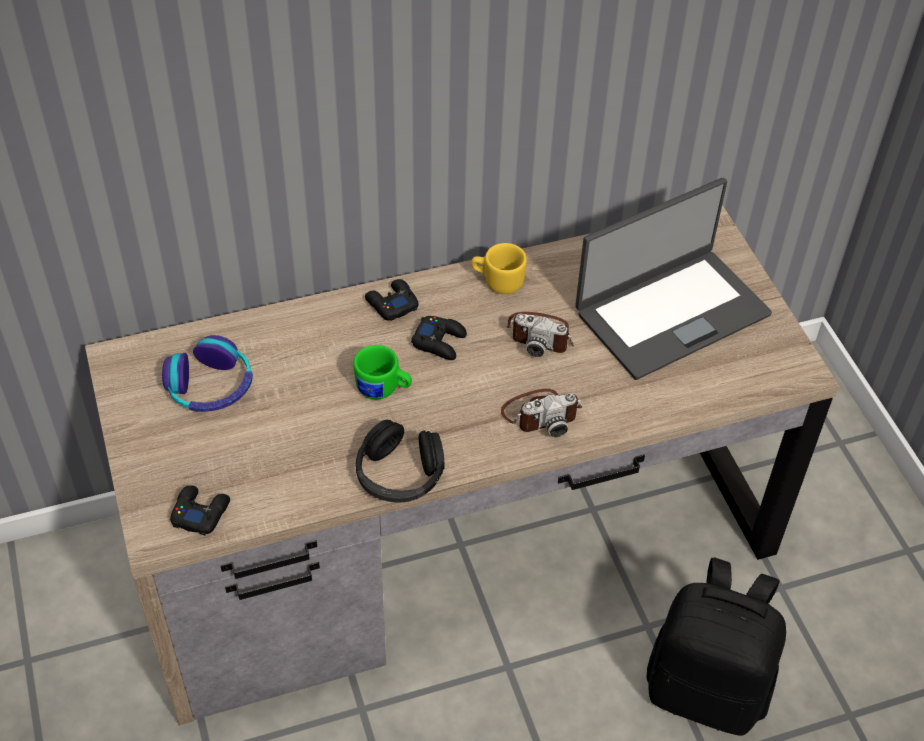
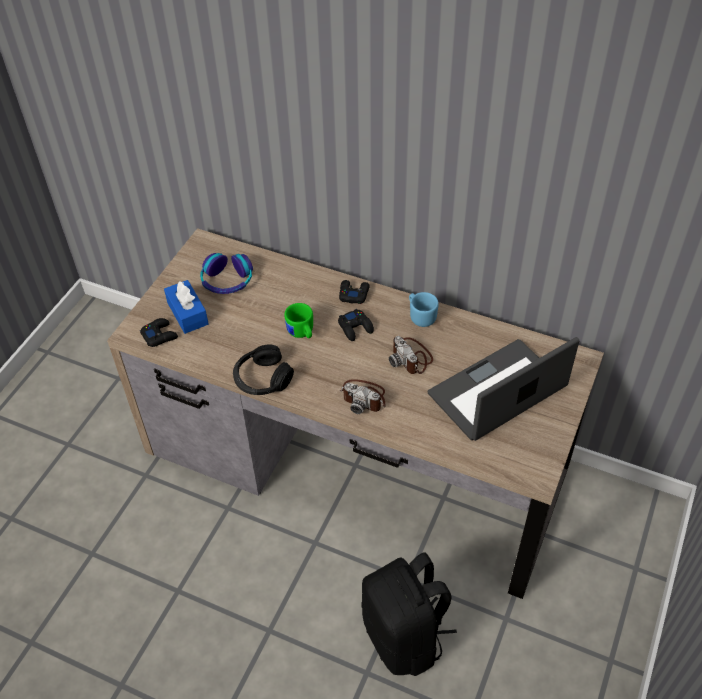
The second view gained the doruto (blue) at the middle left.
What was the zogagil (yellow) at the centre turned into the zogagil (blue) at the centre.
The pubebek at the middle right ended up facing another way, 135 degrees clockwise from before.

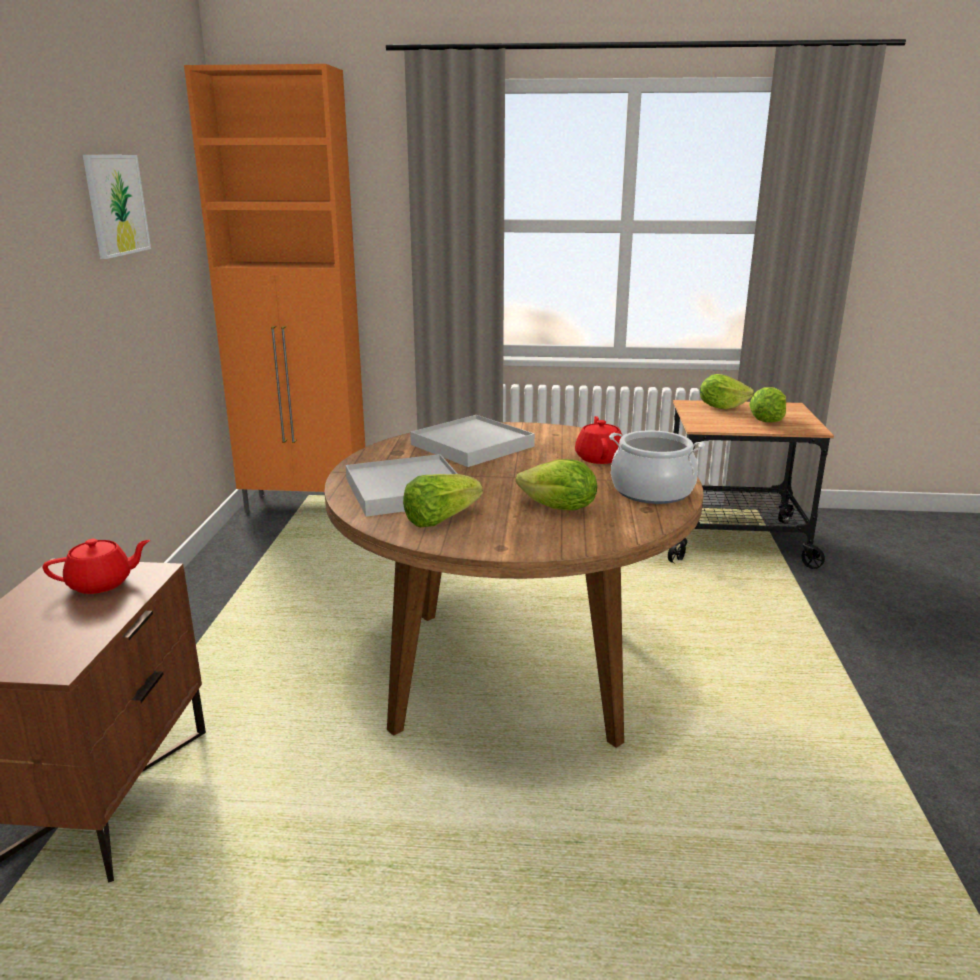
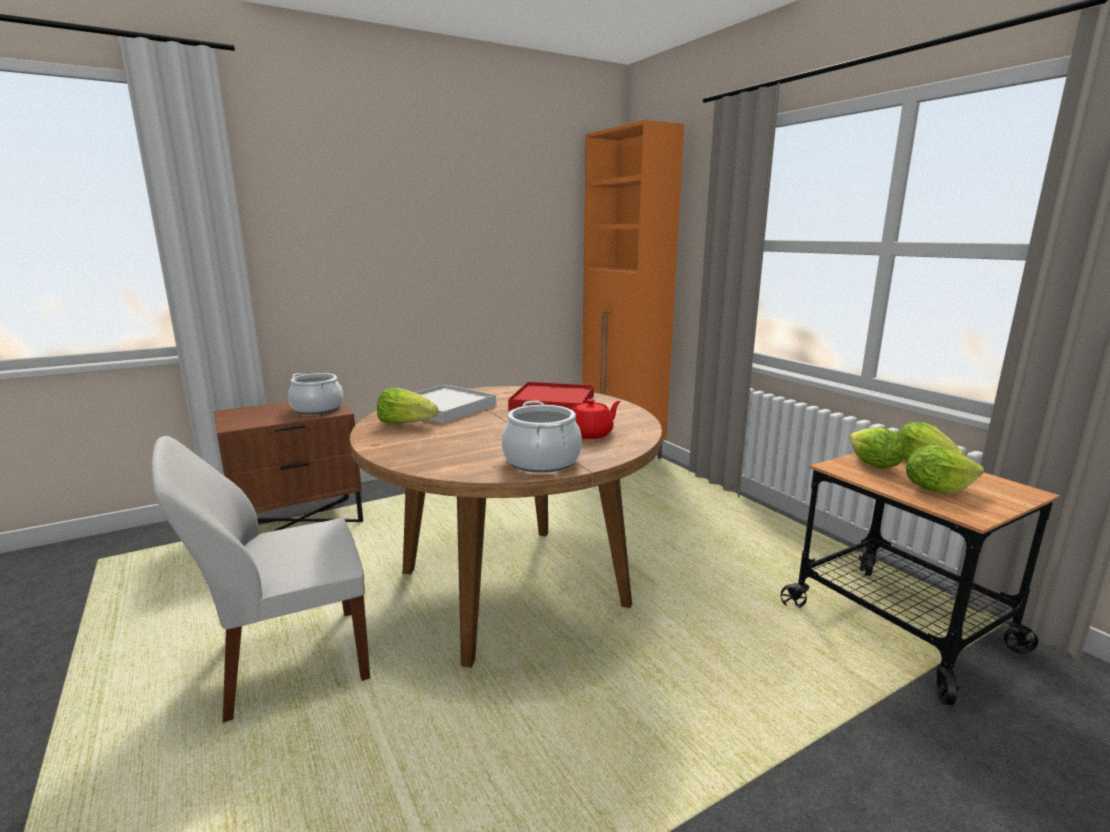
The second view gained the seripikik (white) at the bottom left.
Where the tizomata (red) (1st from left) stood at the middle left, the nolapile (1st from left) came to stand at the middle left.
What was the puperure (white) (2nd from left) at the centre turned into the puperure (red) at the centre.
The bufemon (2nd from left) ended up elsewhere, having gone from the centre to the middle right.
The second view lost the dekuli at the top left.

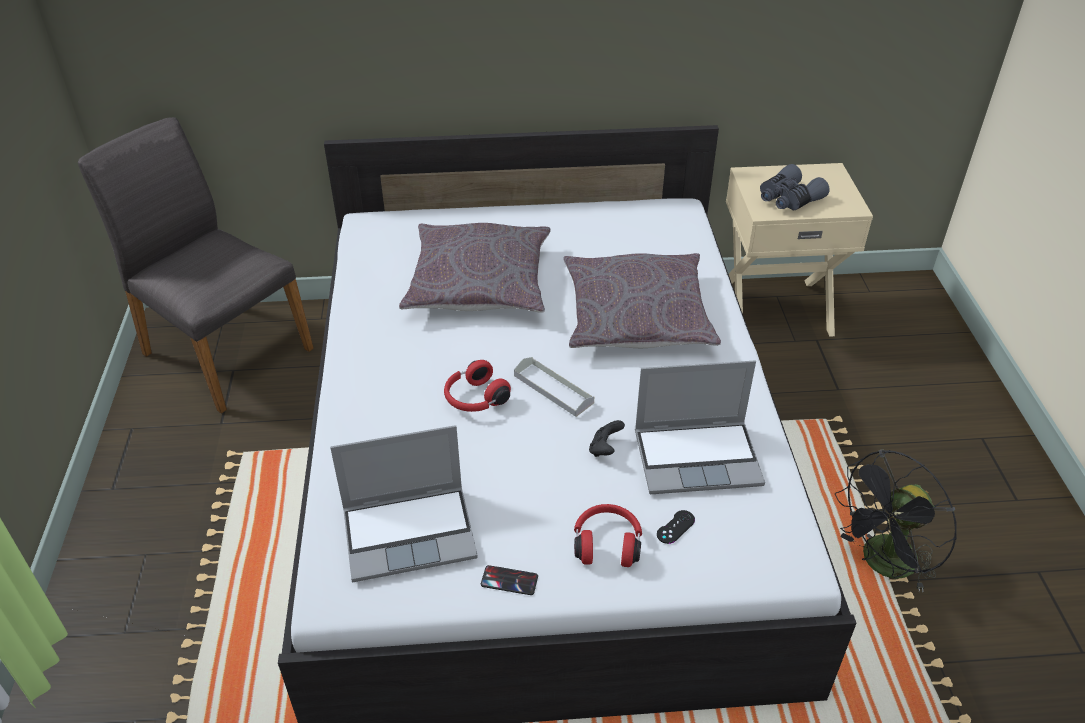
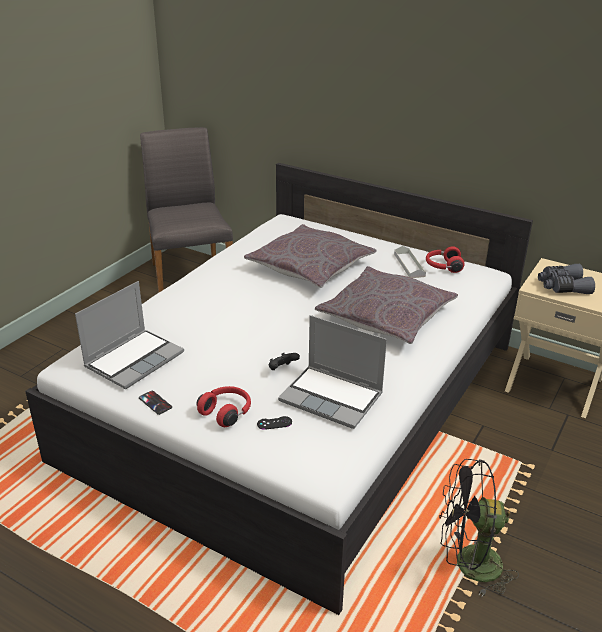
The pubebek (1st from left) at the bottom centre ended up facing another way, 75 degrees counterclockwise from before.
The puperure (grey) ended up elsewhere, having gone from the centre to the middle right.
The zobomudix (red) (1st from left in the first image) ended up elsewhere, having gone from the centre to the middle right.

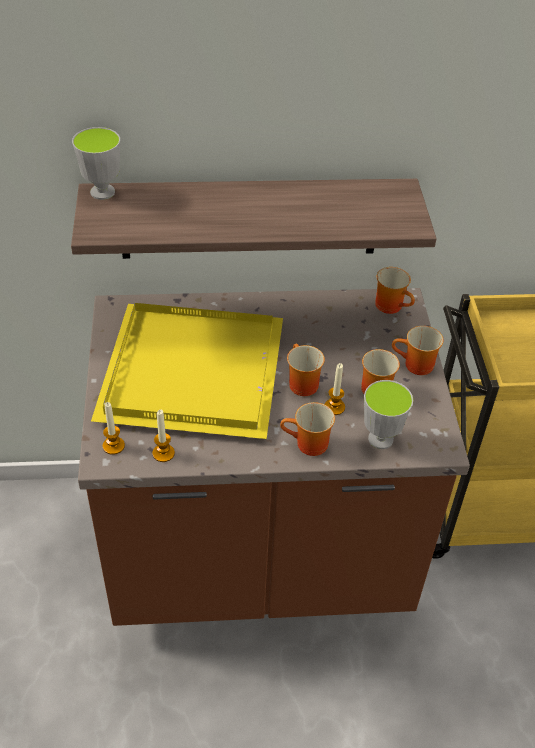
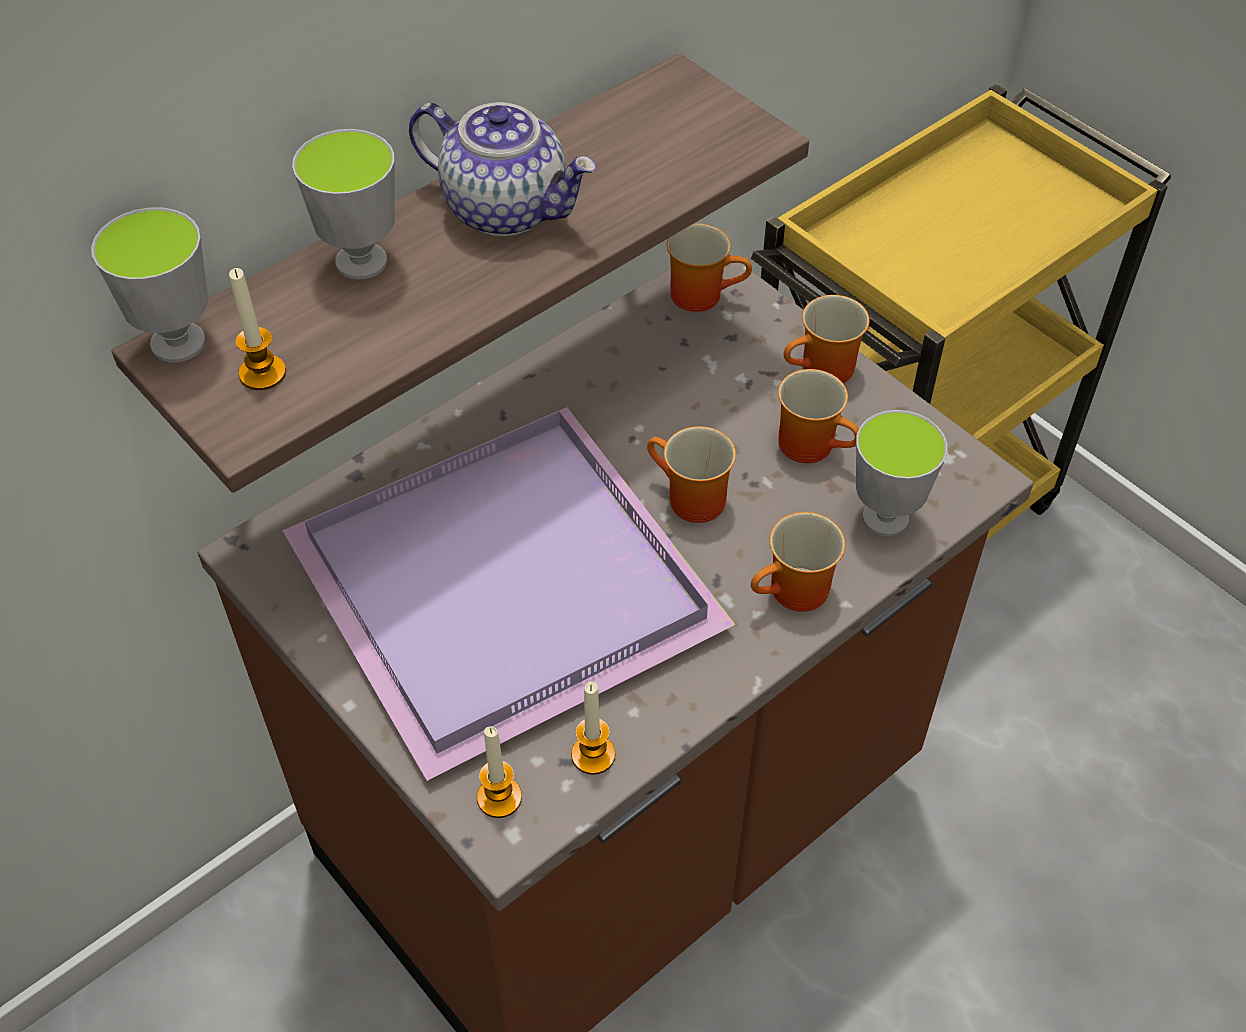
The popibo (3rd from left in the first image) ended up elsewhere, having gone from the centre to the top left.
What was the puperure (yellow) at the centre turned into the puperure (purple) at the centre.
The second view gained the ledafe (2nd from left) at the top left.
The second view gained the tizomata at the top centre.

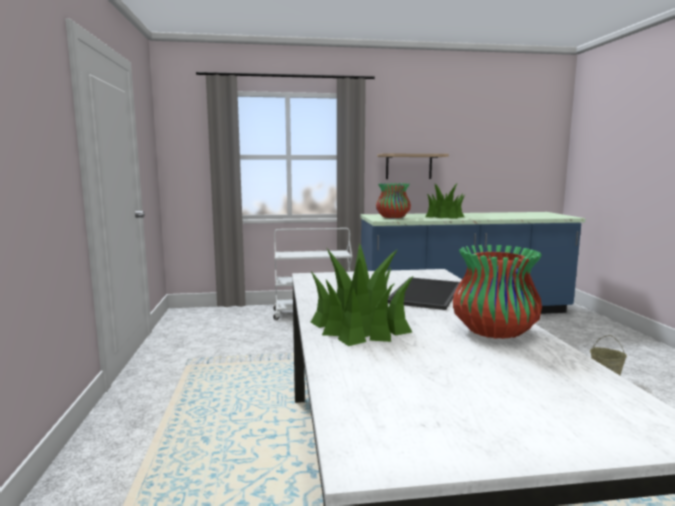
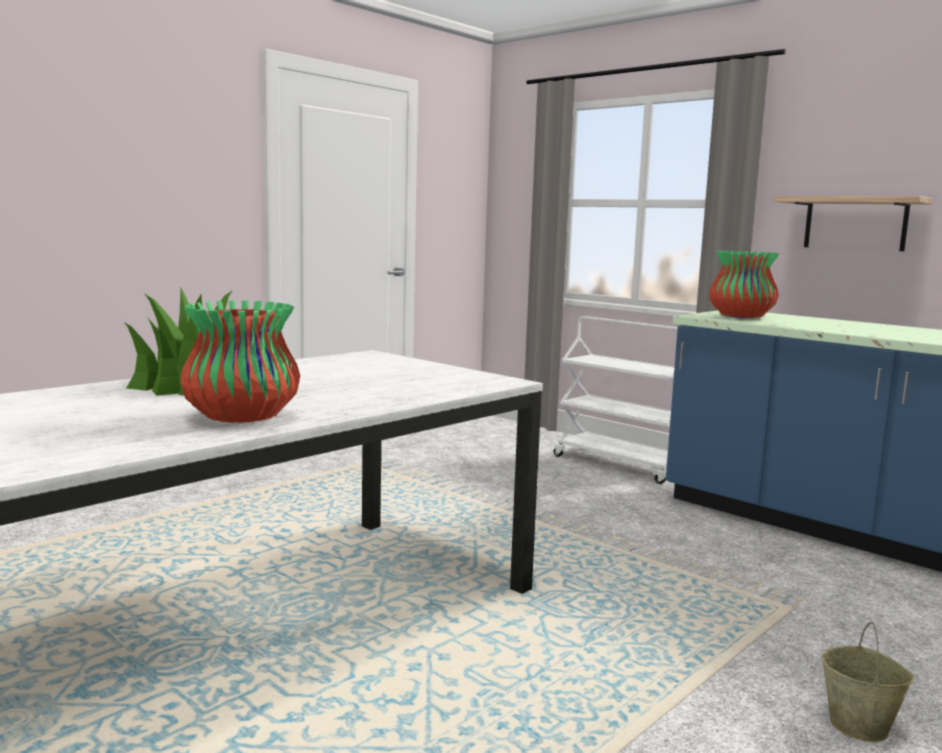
The second view lost the puperure at the centre.
The second view lost the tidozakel (2nd from left) at the centre.

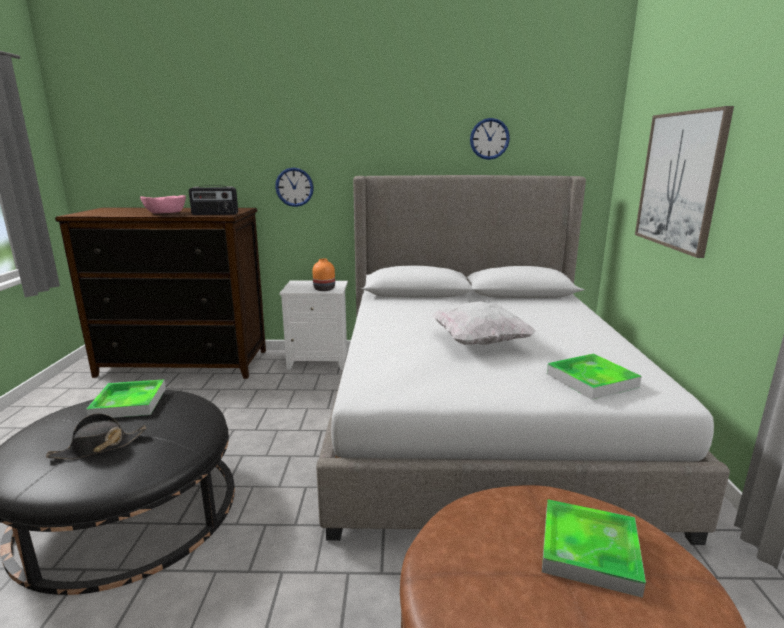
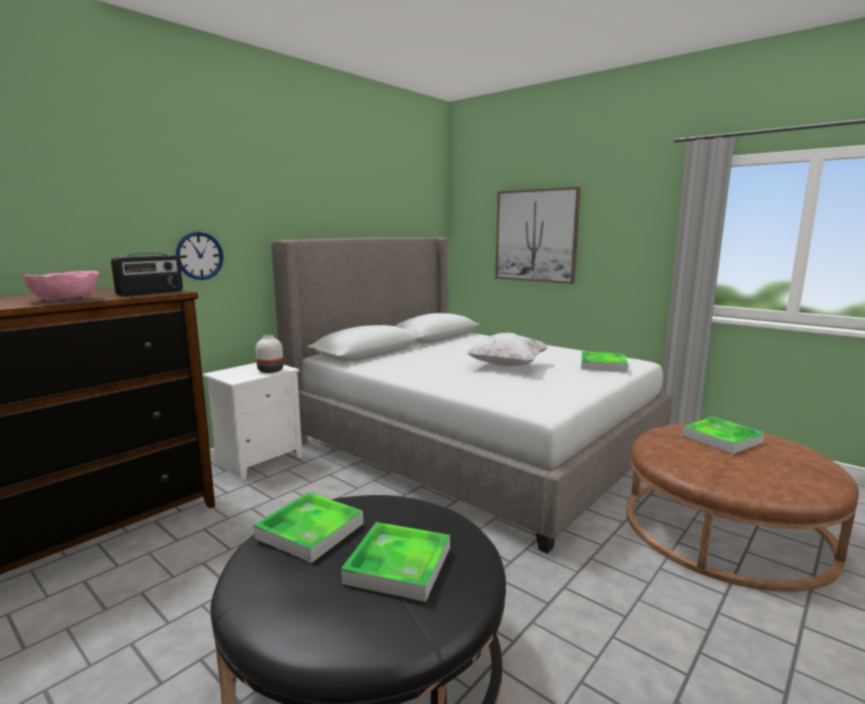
What was the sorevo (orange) at the centre turned into the sorevo (white) at the middle left.
Where the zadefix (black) stood at the bottom left, the puperure (2nd from left) came to stand at the bottom centre.
The second view lost the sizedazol (2nd from left) at the top centre.

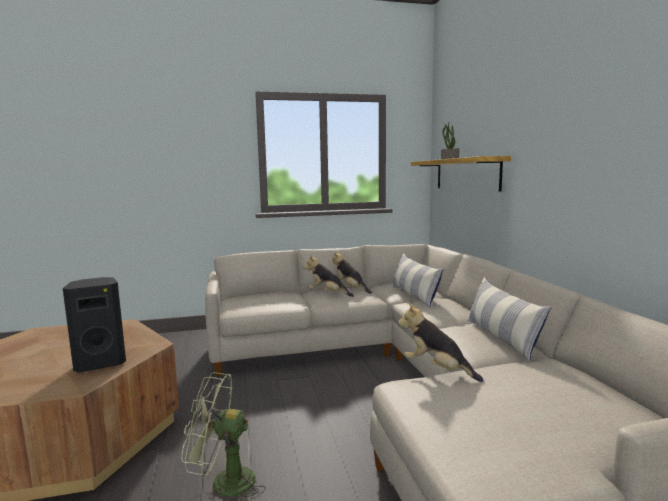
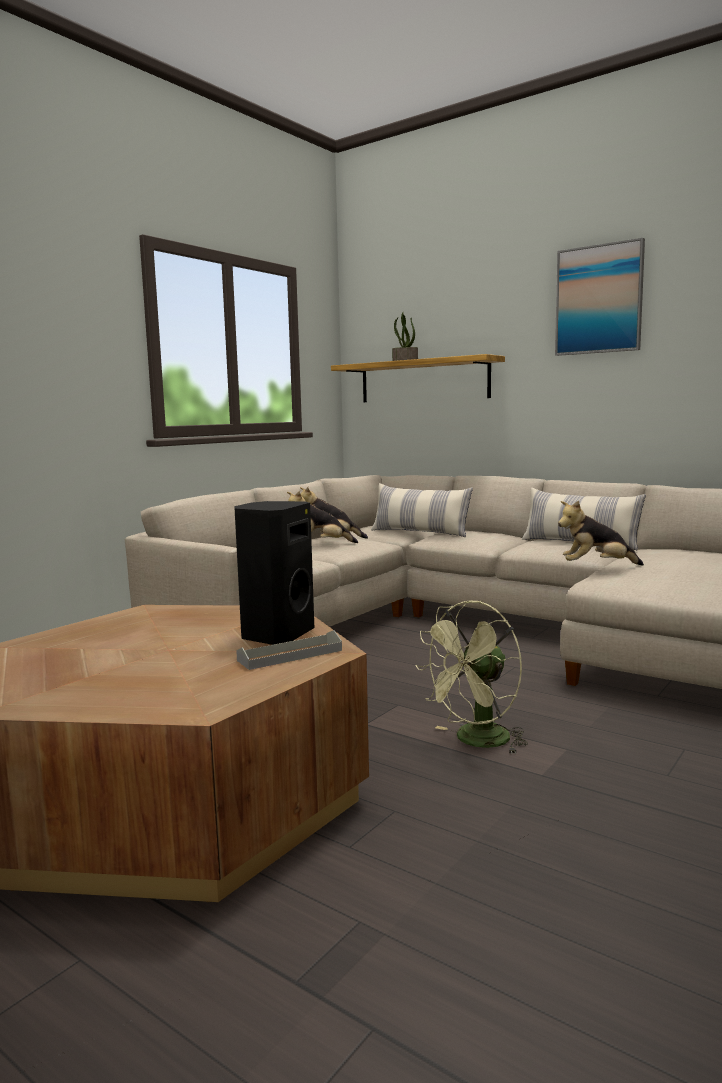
The second view gained the puperure (grey) at the centre.
The second view gained the dekuli at the top right.

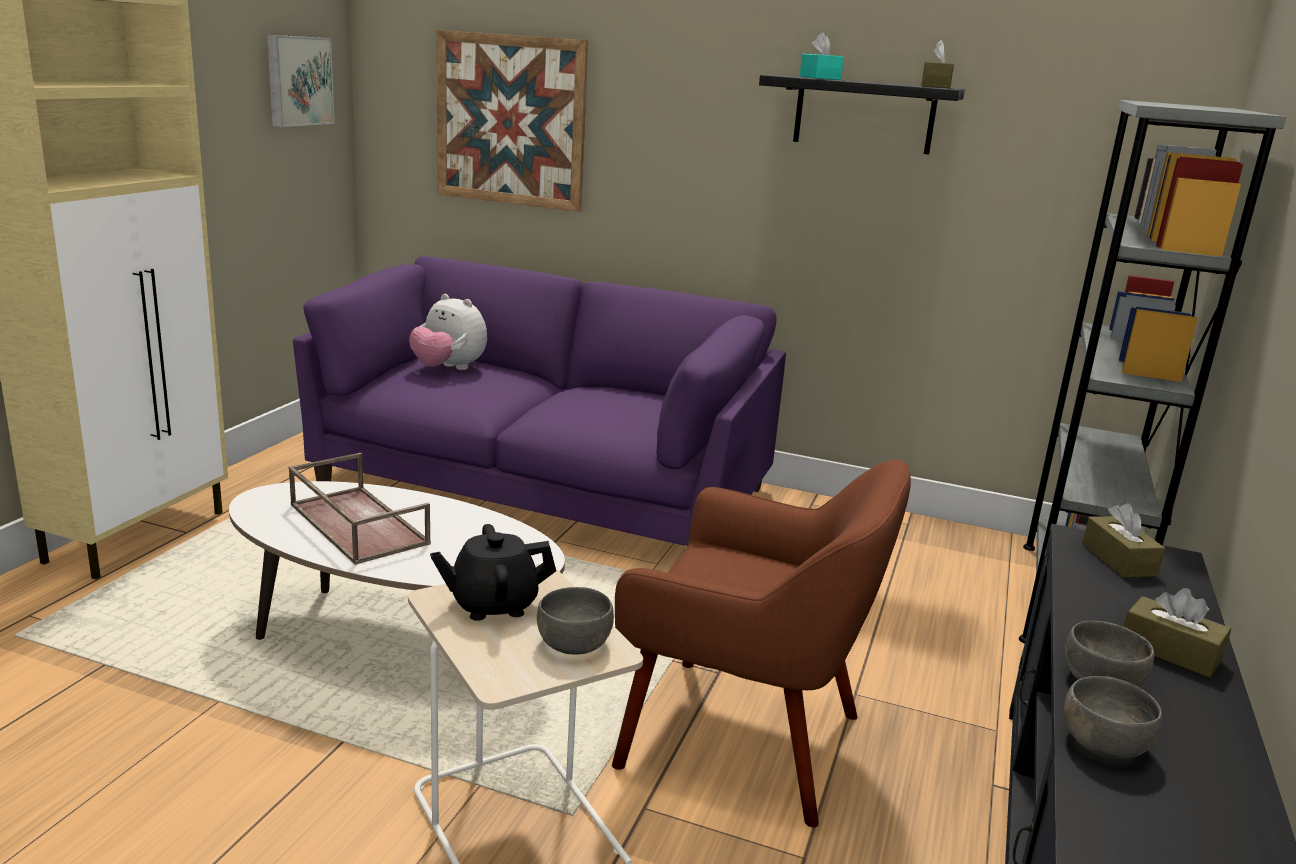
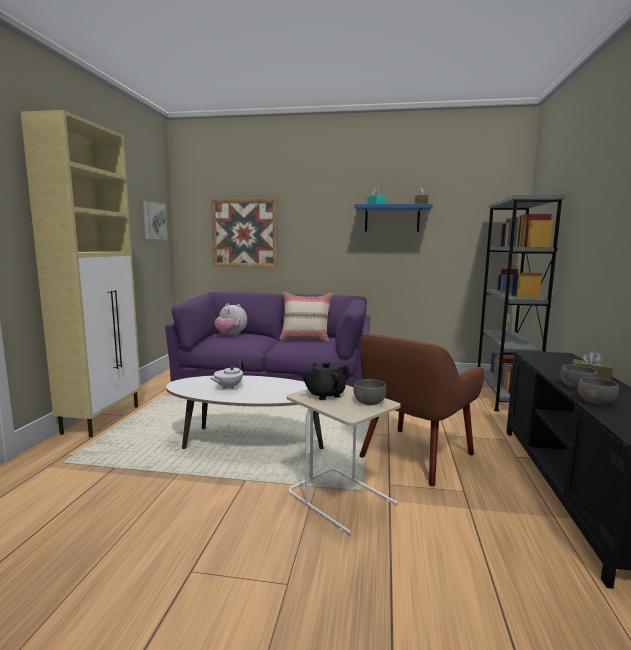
Where the puperure (brown) stood at the middle left, the tizomata (white) came to stand at the centre.
The second view gained the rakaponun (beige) at the centre.
What was the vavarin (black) at the top centre turned into the vavarin (blue) at the centre.
The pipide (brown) at the bottom centre ended up facing another way, 120 degrees clockwise from before.
The second view lost the doruto (brown) (2nd from left) at the middle right.

